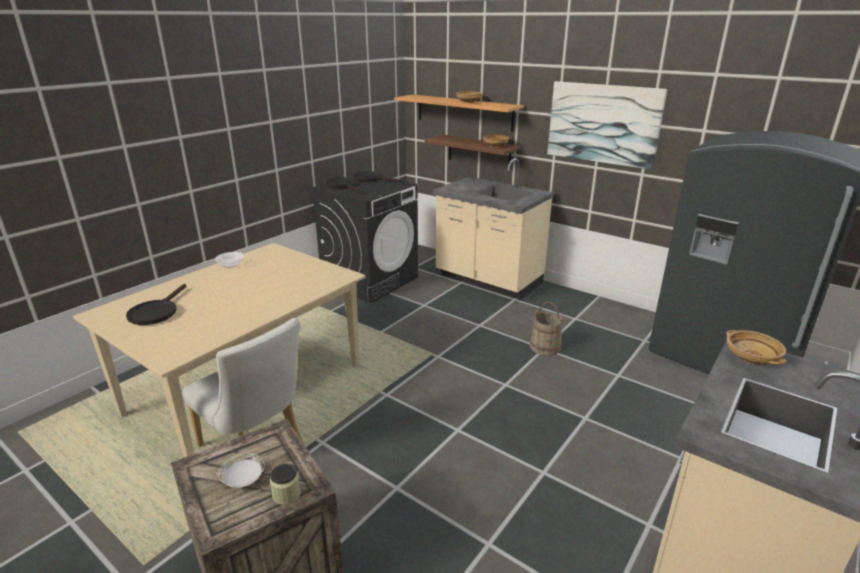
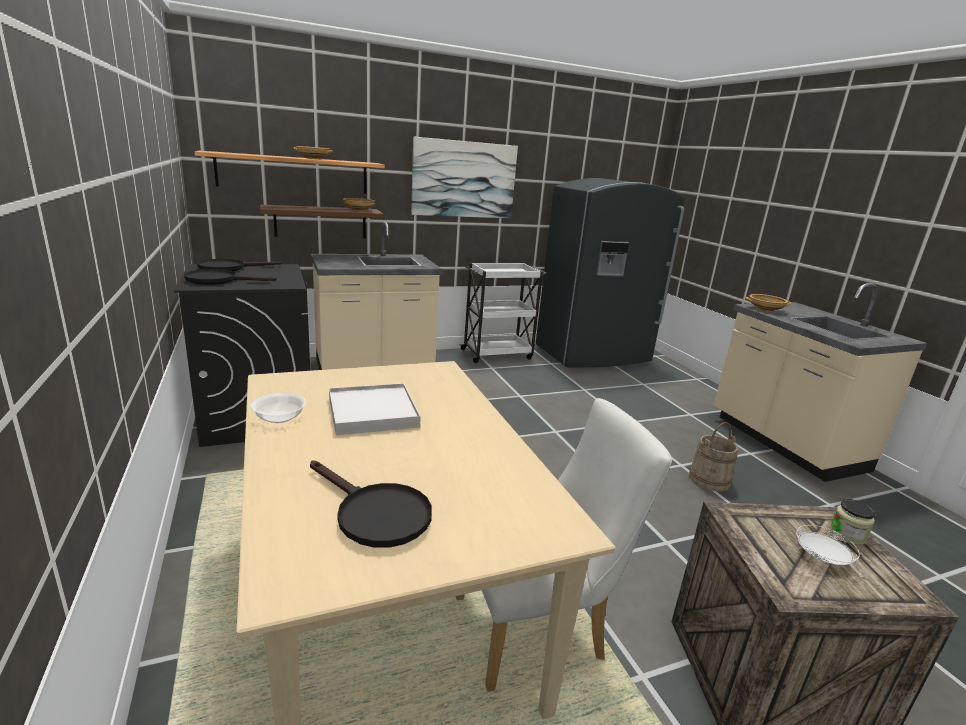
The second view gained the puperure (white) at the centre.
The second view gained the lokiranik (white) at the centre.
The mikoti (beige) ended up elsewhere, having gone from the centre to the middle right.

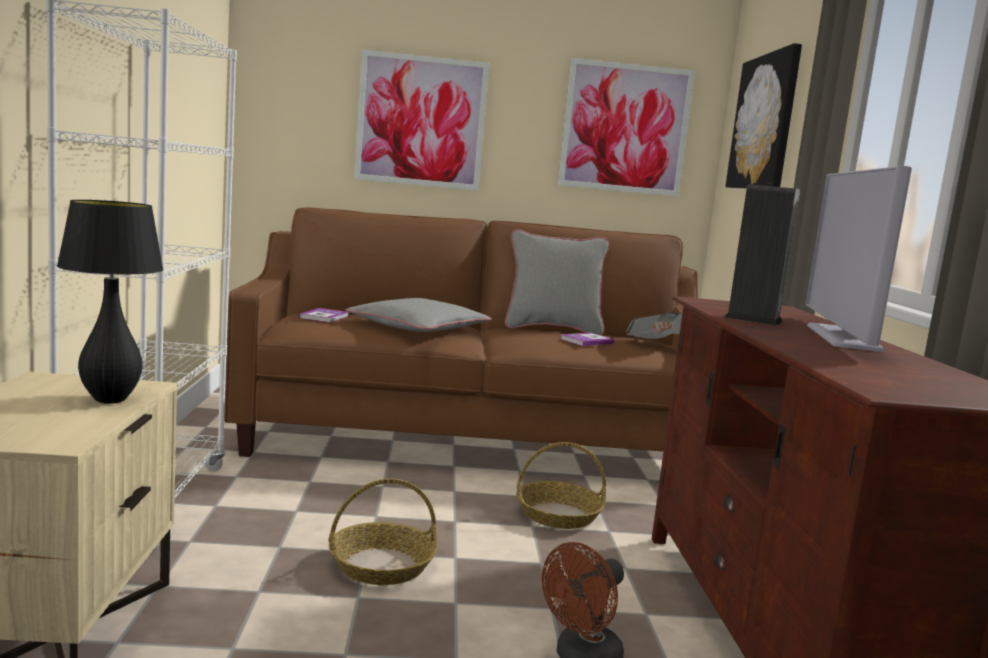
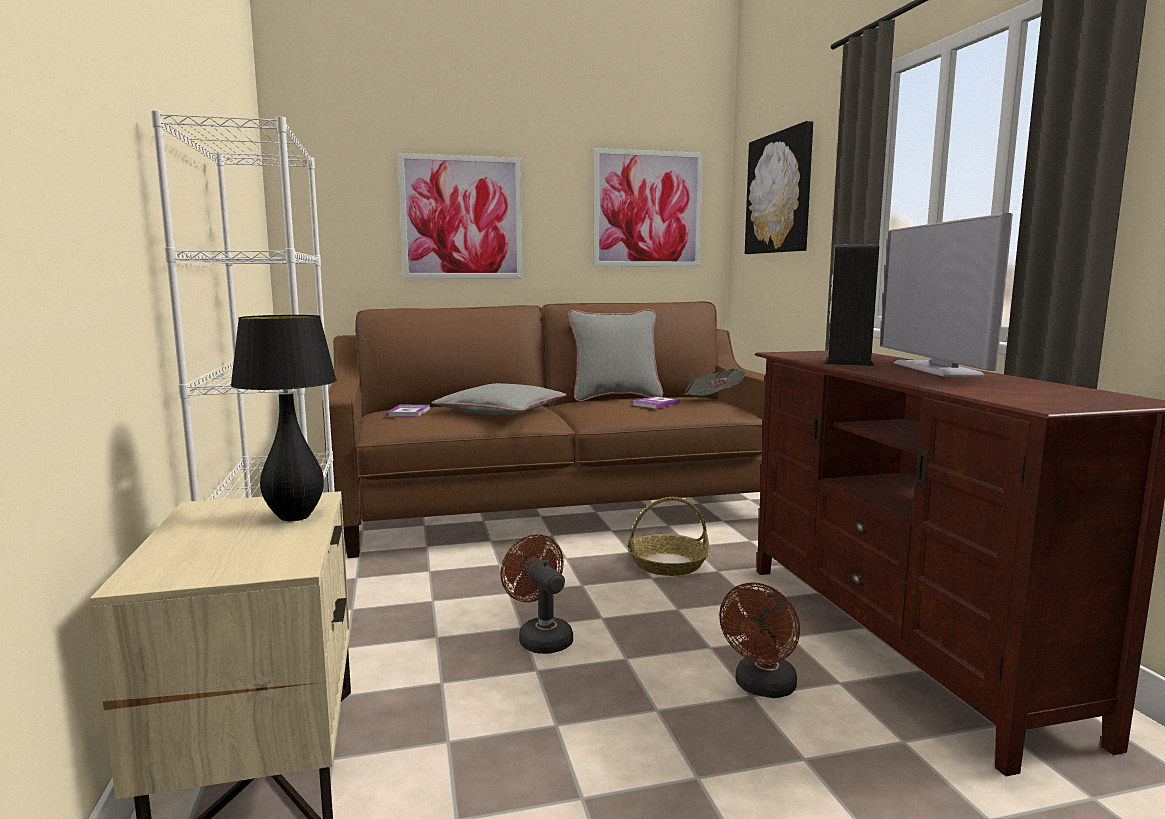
Where the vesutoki (1st from left) stood at the bottom centre, the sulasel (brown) (1st from left) came to stand at the bottom centre.

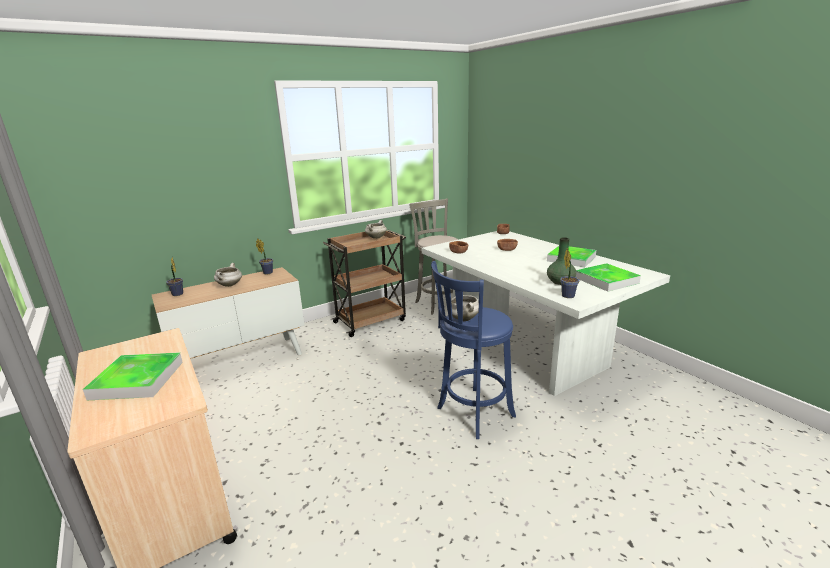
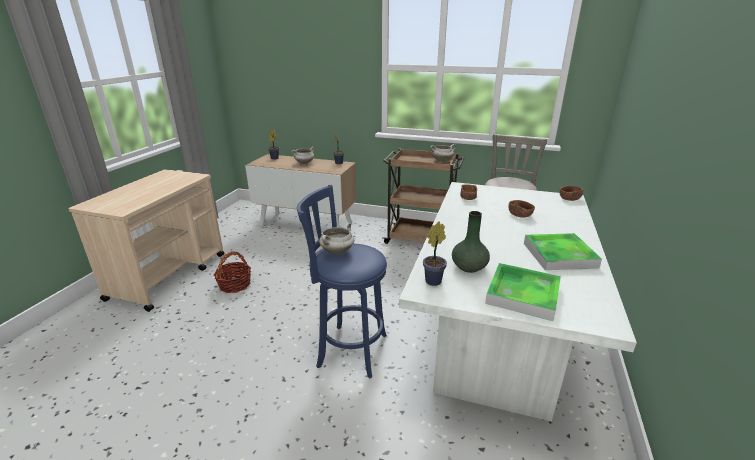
The second view gained the vesutoki at the middle left.
The second view lost the puperure (1st from left) at the middle left.

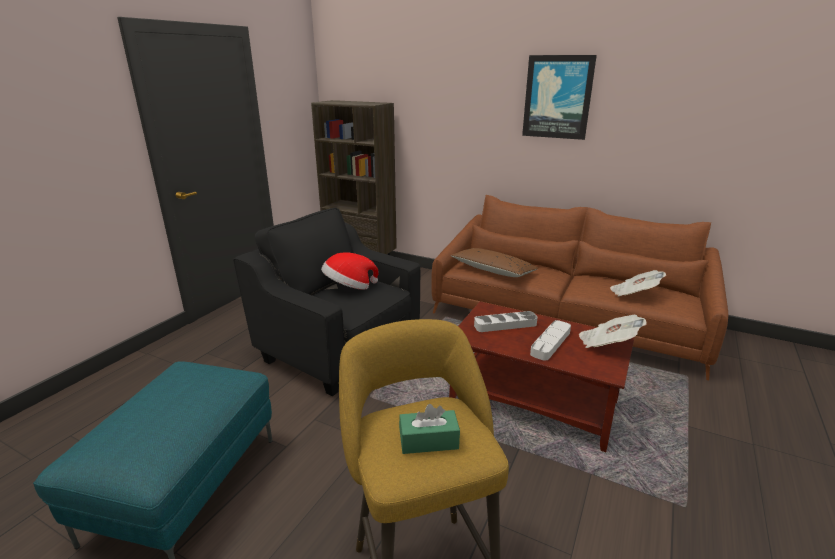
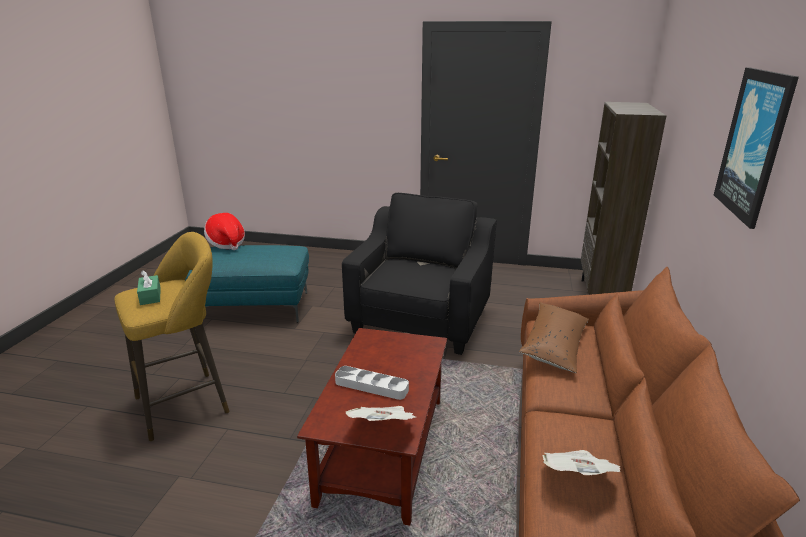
The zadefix ended up elsewhere, having gone from the centre to the middle left.
The second view lost the puperure (grey) (1st from left) at the centre.

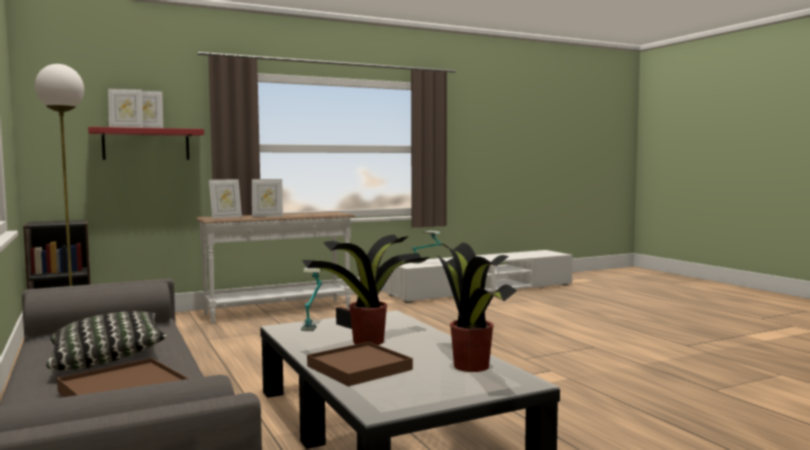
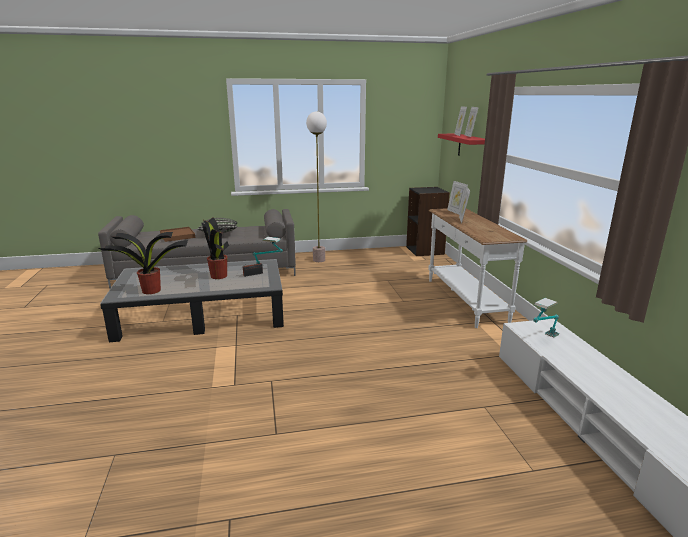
The second view lost the puperure (brown) (2nd from left) at the bottom centre.

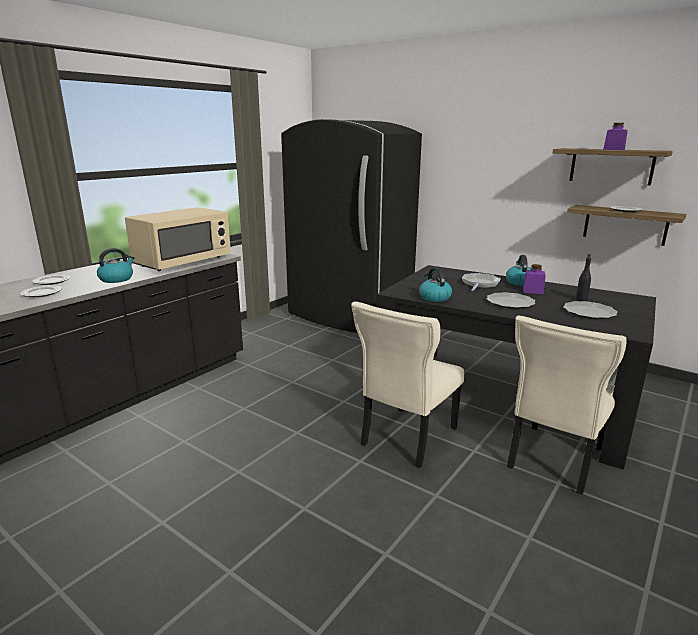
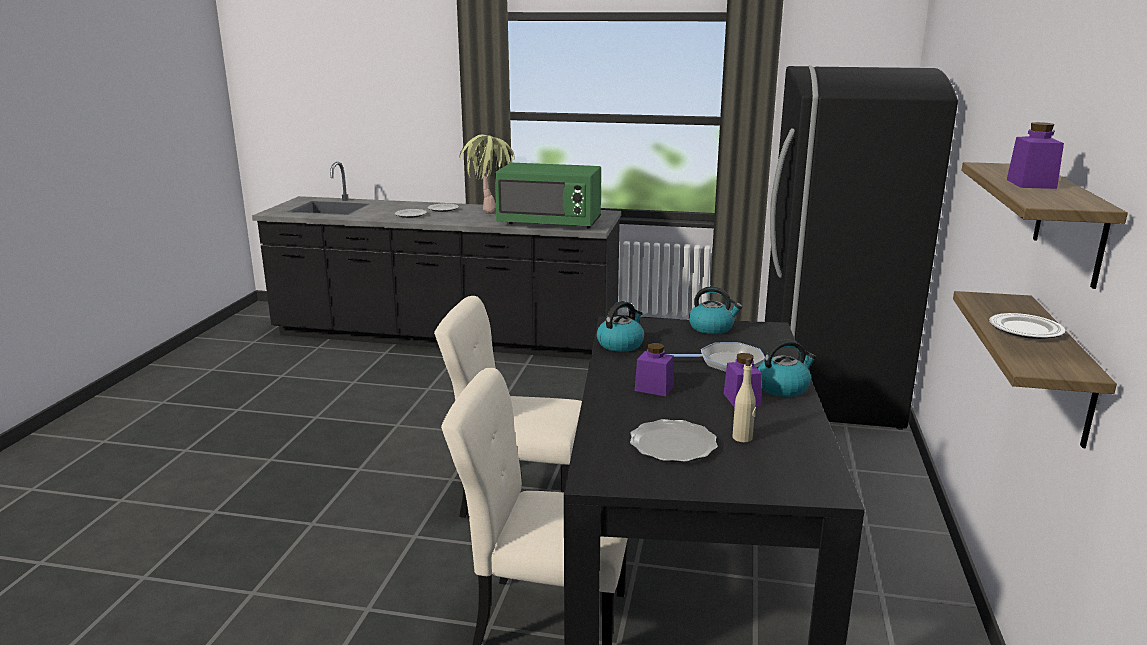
The second view gained the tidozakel at the top centre.
What was the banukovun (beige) at the middle left turned into the banukovun (green) at the top centre.
Where the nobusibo (3rd from left) stood at the middle right, the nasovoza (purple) (1st from left) came to stand at the centre.
The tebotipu (1st from left in the first image) ended up elsewhere, having gone from the middle left to the centre.
What was the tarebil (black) at the middle right turned into the tarebil (beige) at the centre.

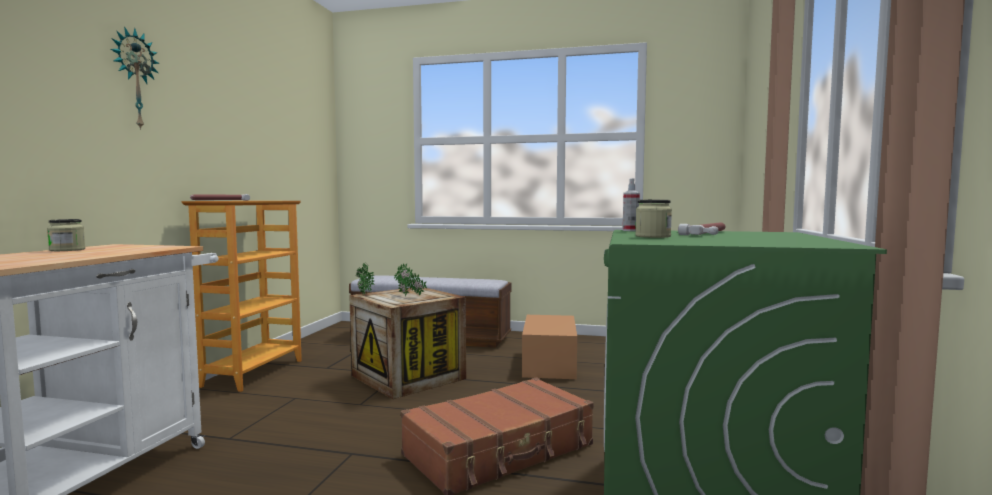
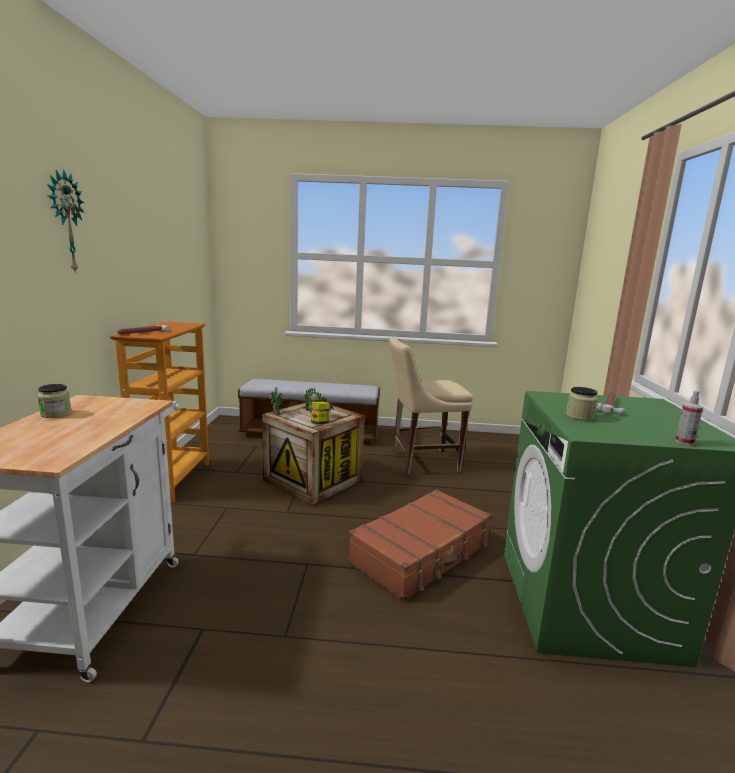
The second view gained the nasovoza (2nd from left) at the centre.
Where the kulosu stood at the bottom centre, the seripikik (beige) came to stand at the centre.
The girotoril ended up elsewhere, having gone from the centre to the middle right.

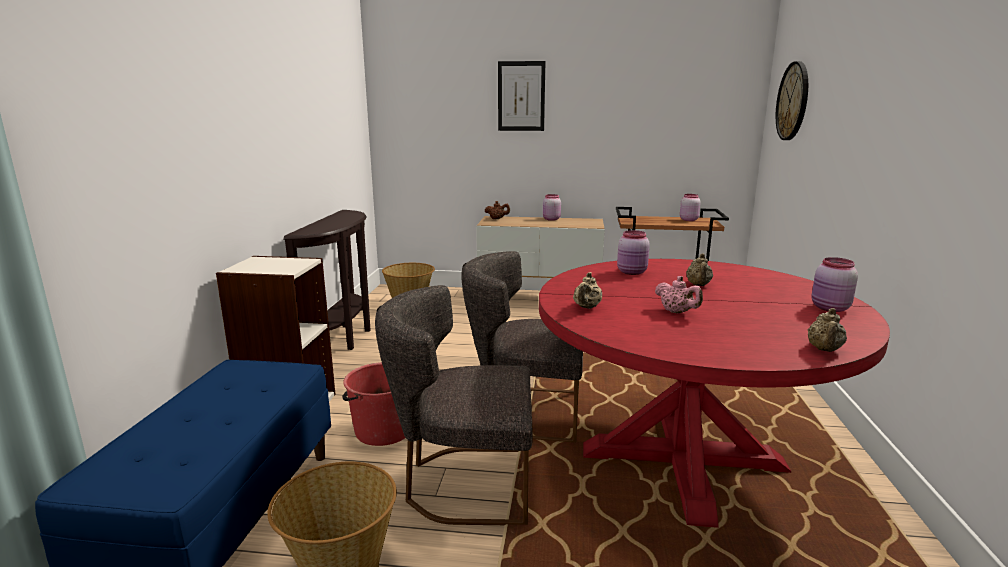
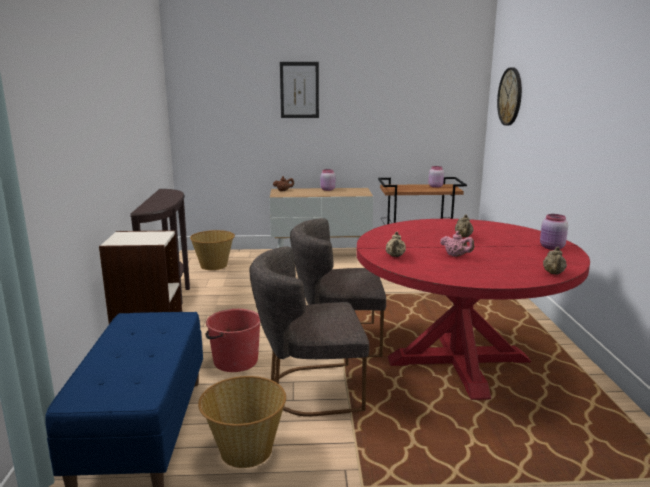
The second view lost the nasovoza (pink) (2nd from left) at the centre.

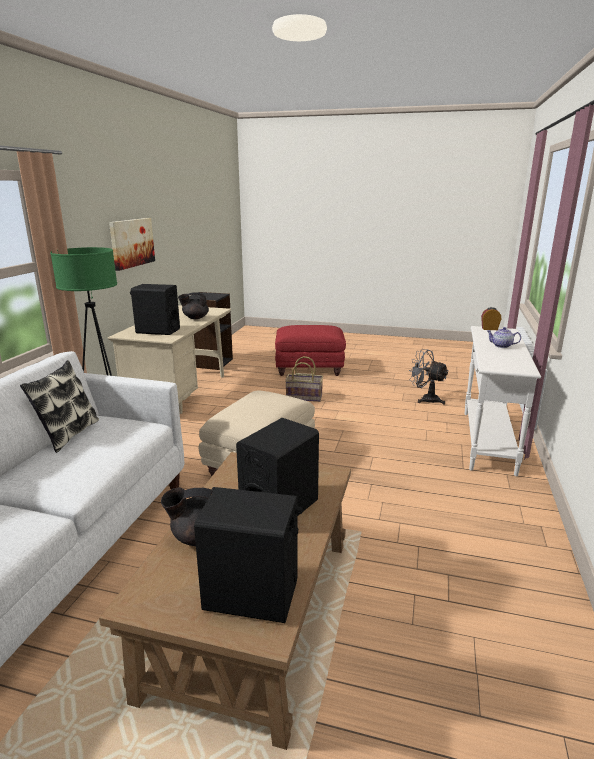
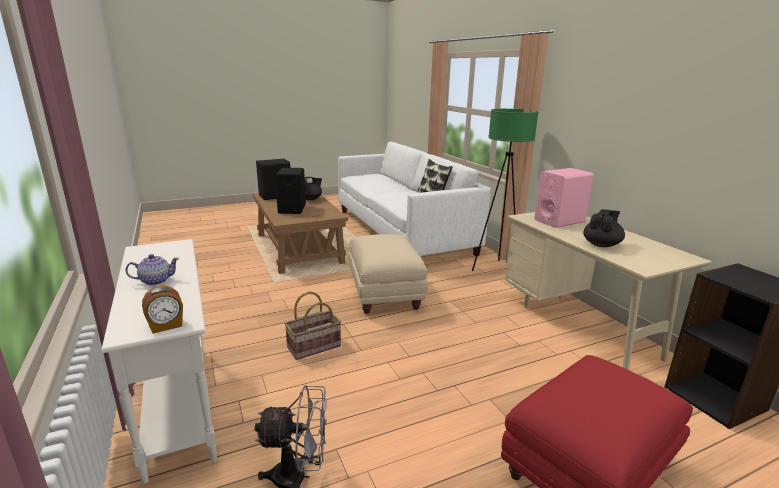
The vesutoki ended up elsewhere, having gone from the centre to the bottom centre.
What was the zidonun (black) (1st from left) at the middle left turned into the zidonun (pink) at the middle right.
The second view lost the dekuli at the top left.

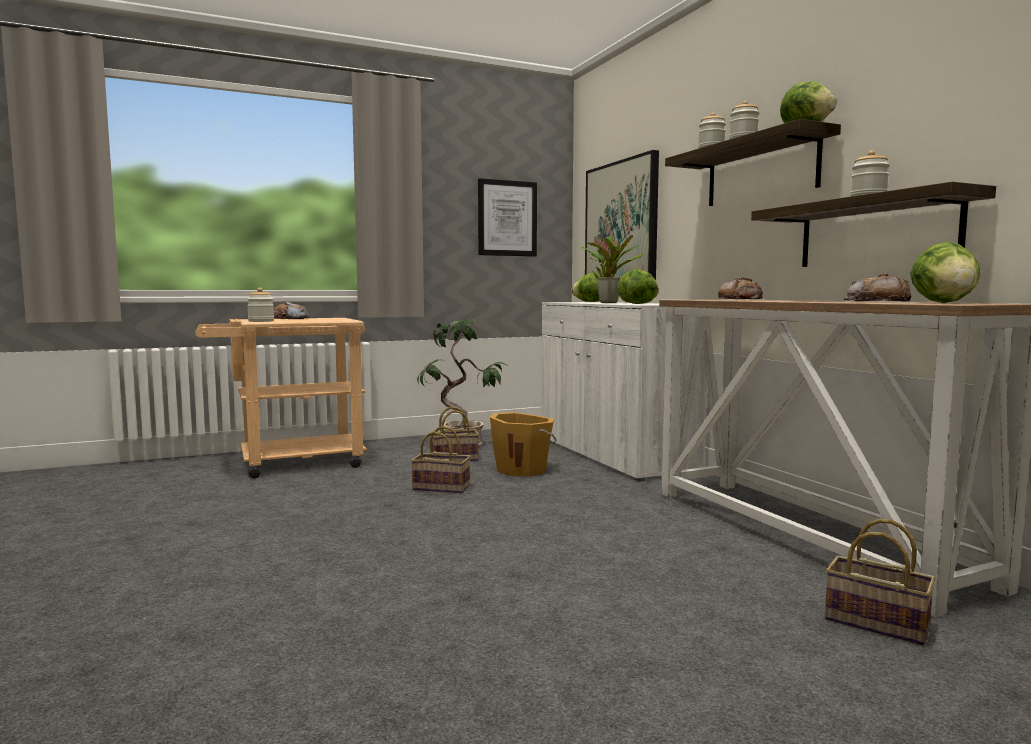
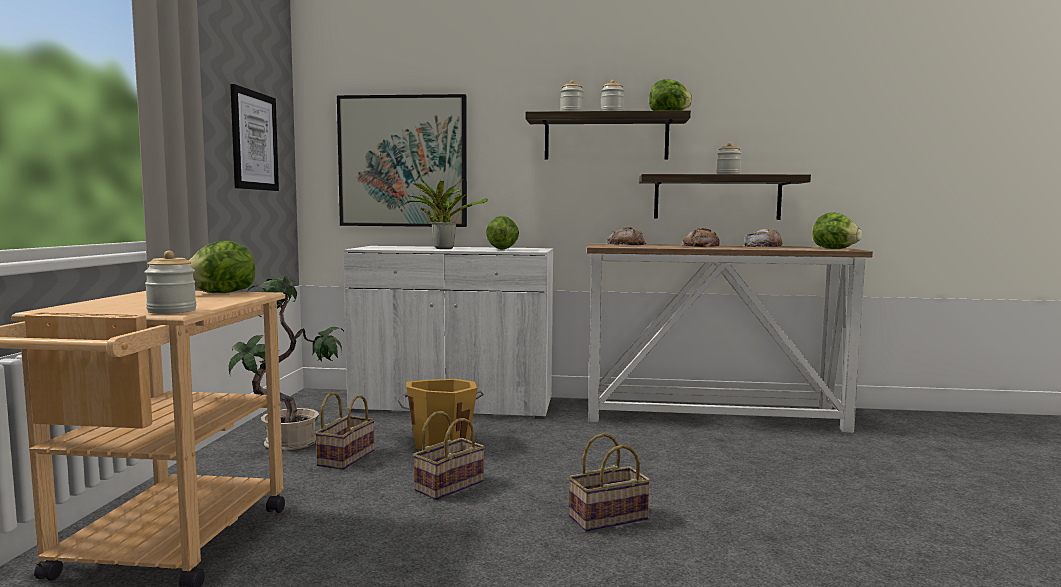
The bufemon (1st from left) ended up elsewhere, having gone from the centre to the middle left.
The vesutoki (3rd from left) ended up elsewhere, having gone from the bottom right to the bottom centre.
The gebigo (1st from left in the first image) ended up elsewhere, having gone from the middle left to the centre.

